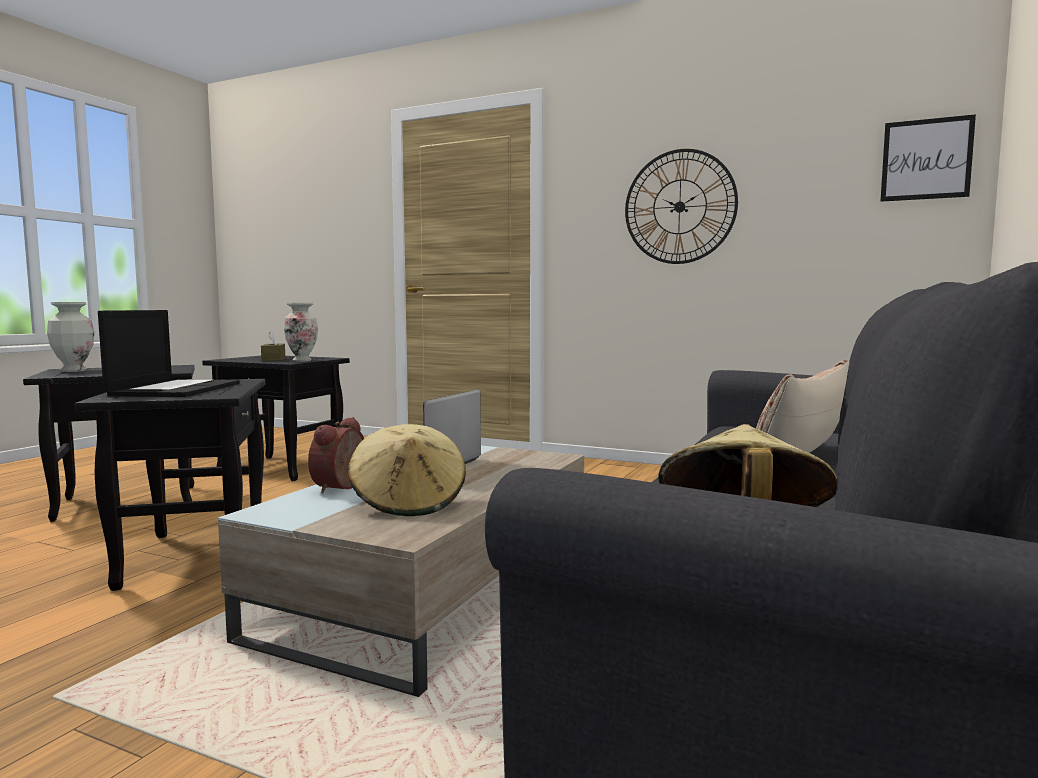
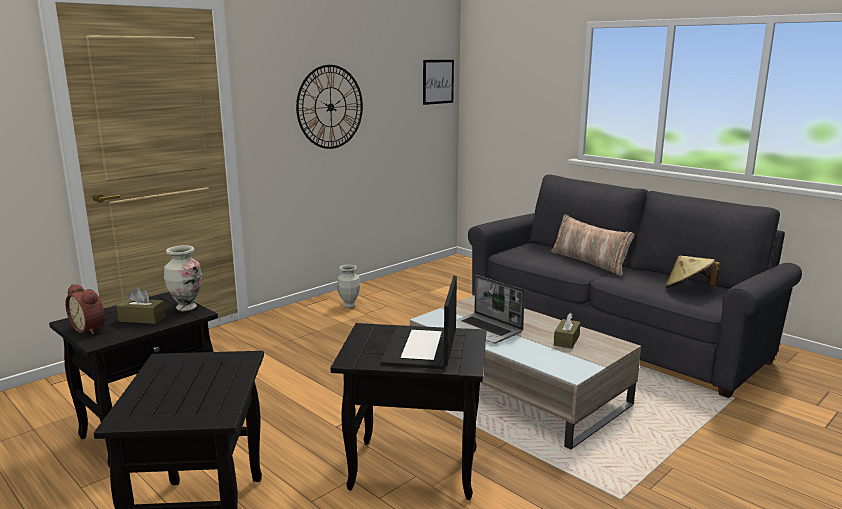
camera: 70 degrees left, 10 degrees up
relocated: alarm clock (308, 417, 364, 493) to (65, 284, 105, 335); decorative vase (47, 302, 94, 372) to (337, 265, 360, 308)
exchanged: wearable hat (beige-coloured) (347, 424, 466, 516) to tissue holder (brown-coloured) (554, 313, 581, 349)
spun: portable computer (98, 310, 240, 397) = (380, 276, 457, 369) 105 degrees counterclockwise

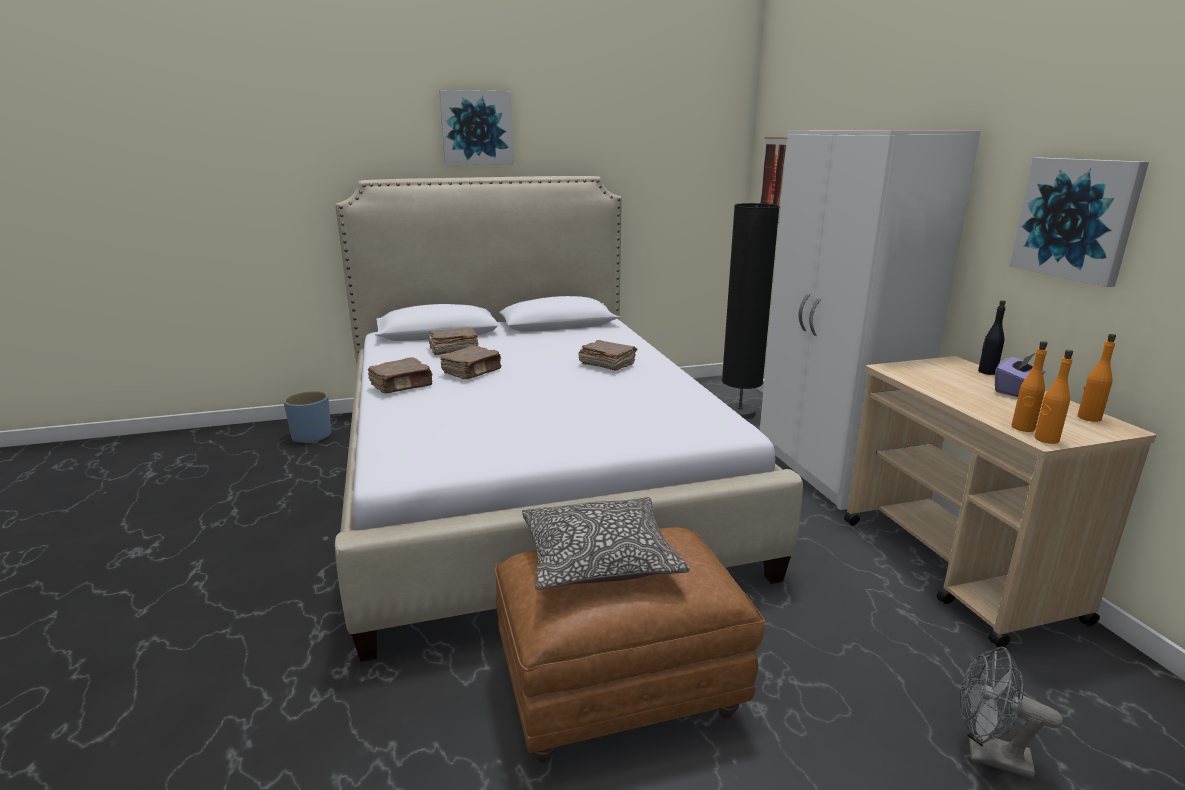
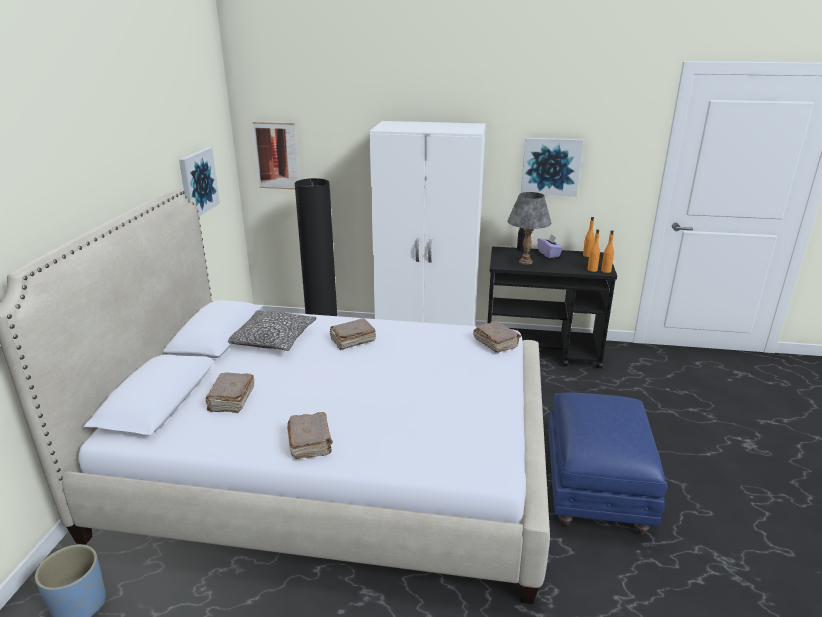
camera: 65 degrees left, 5 degrees up
missing: cooling fan (grey) (960, 647, 1063, 778)
appeared: table lamp (grey) (507, 192, 551, 265)
relocated: wall picture (439, 90, 513, 165) to (179, 147, 220, 216); pillow (522, 497, 690, 590) to (228, 310, 317, 351); book (brown-coloured) (440, 345, 501, 379) to (473, 320, 521, 353)
colour: wheeled cart (beige-coloured) (844, 356, 1156, 649) to wheeled cart (black-coloured) (488, 247, 617, 369); ottoman (brown-coloured) (495, 527, 765, 763) to ottoman (bluish) (549, 393, 668, 535)

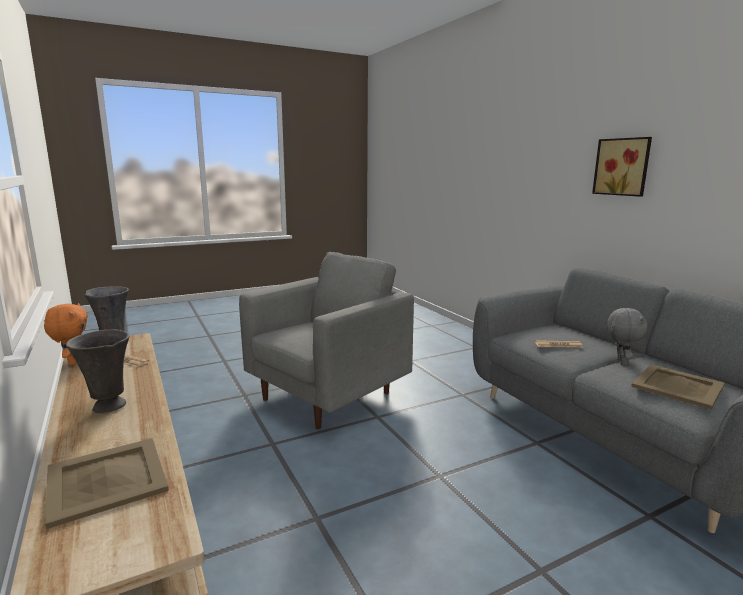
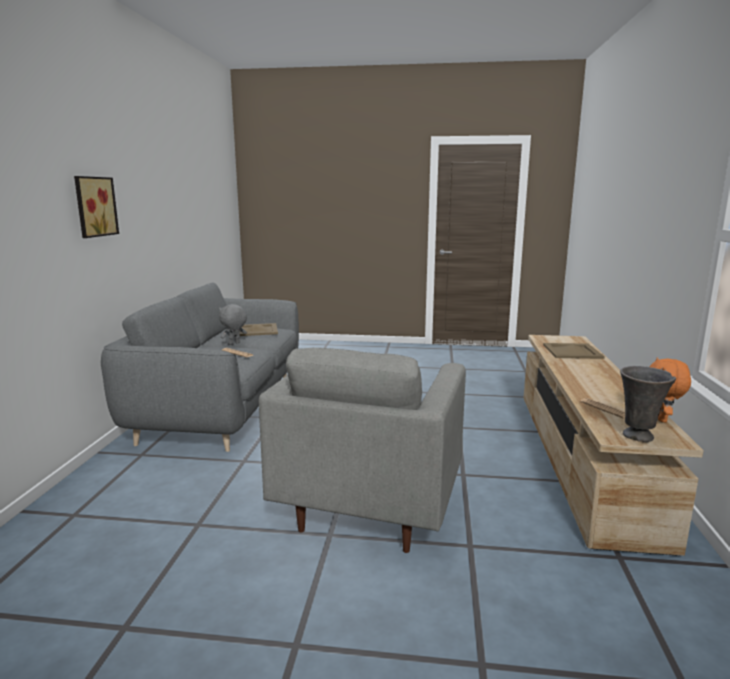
camera: 145 degrees left, 0 degrees up
missing: decorative vase (grey) (66, 330, 129, 414)
spun: armchair (grey) (239, 252, 414, 429) = (259, 348, 466, 553) 60 degrees counterclockwise

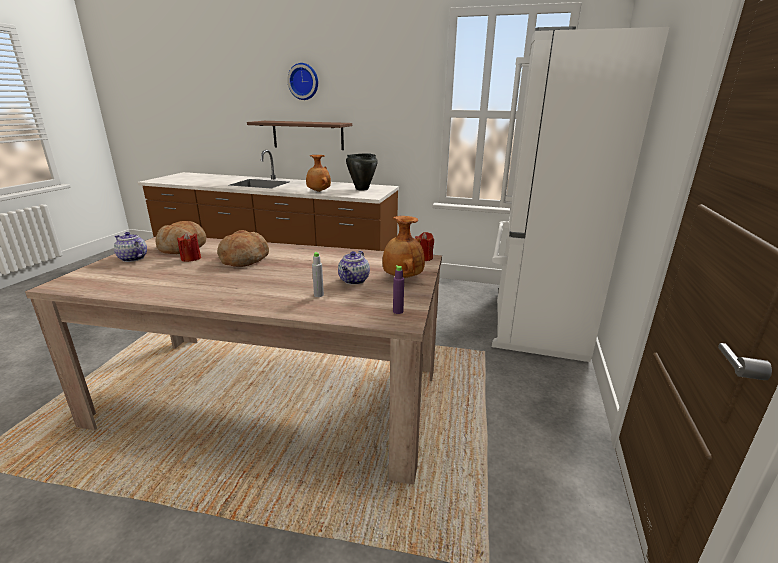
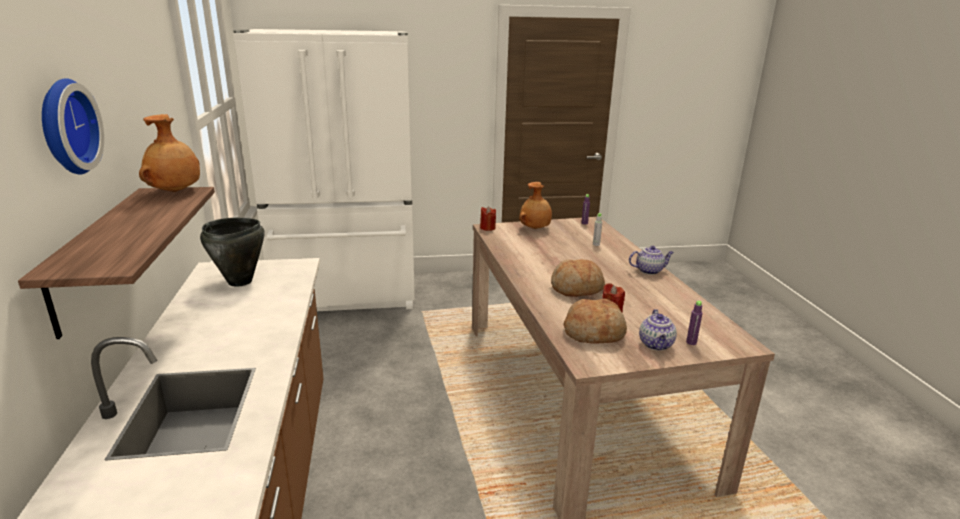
camera: 115 degrees left, 0 degrees up
appeared: beverage bottle (purplish) (686, 301, 703, 345)
relocated: decorative vase (brown-coloured) (306, 155, 331, 192) to (139, 114, 200, 192); teapot (338, 251, 370, 285) to (629, 246, 674, 275)

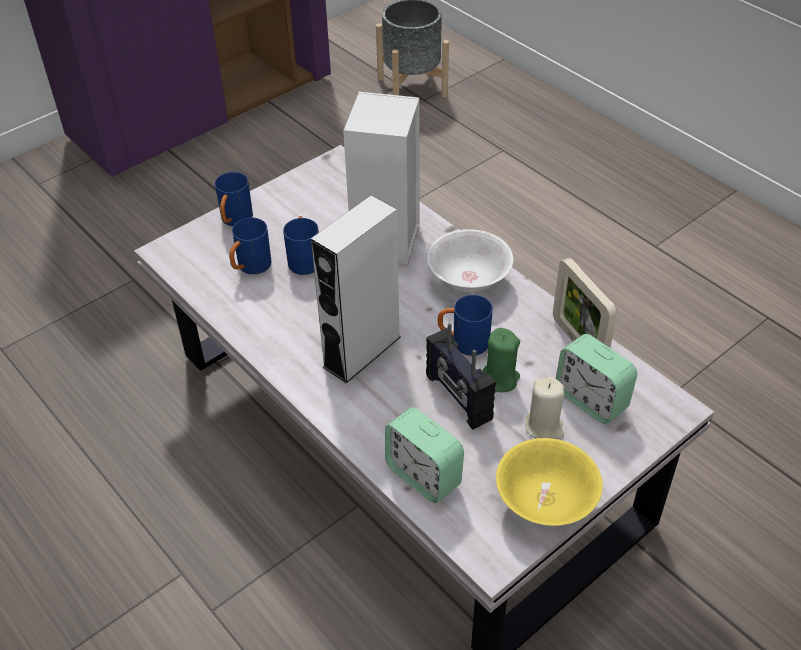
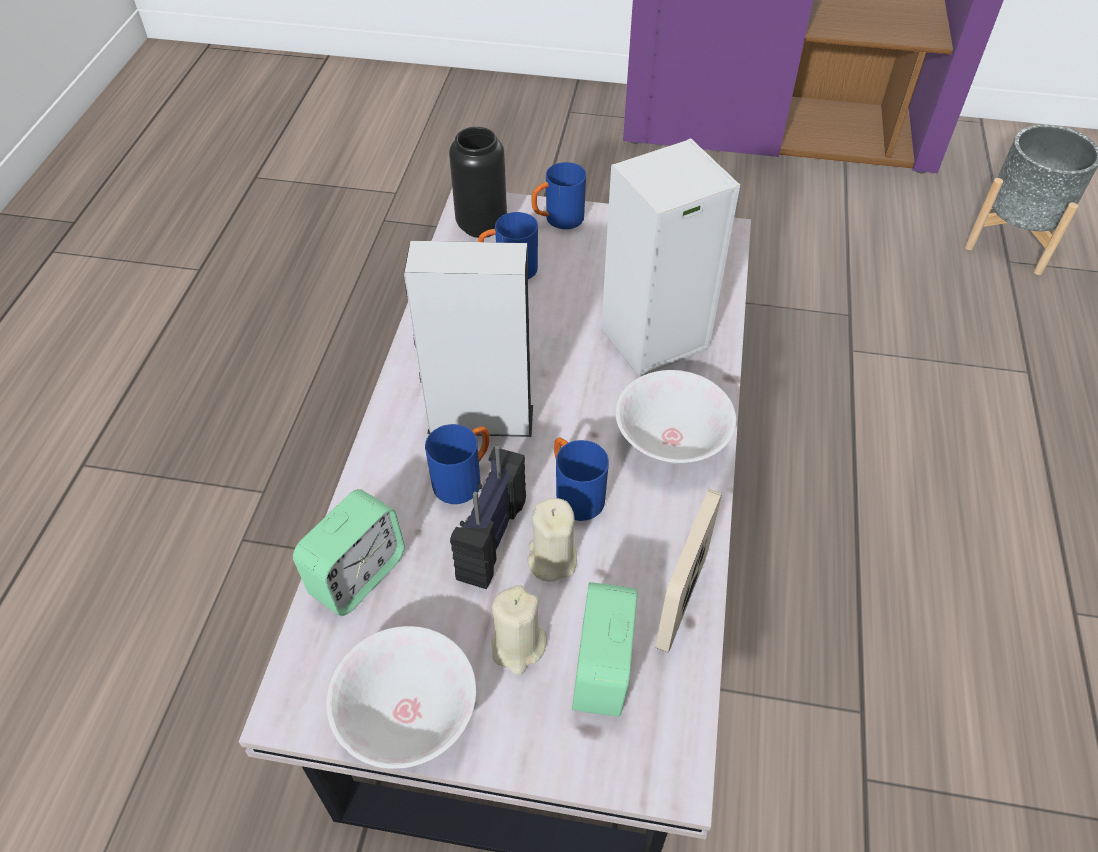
camera: 50 degrees right, 5 degrees up
appeared: decorative vase (black-coloured) (449, 127, 507, 238)
relocated: tea mug (bluish) (283, 216, 319, 275) to (425, 424, 489, 504)
colour: bowl (yellowish) (496, 438, 603, 526) to bowl (white-coloured) (327, 626, 476, 769); candle (green) (483, 328, 520, 392) to candle (beige-coloured) (528, 498, 577, 582)
spun: alarm clock (385, 407, 464, 503) = (293, 489, 405, 616) 150 degrees counterclockwise

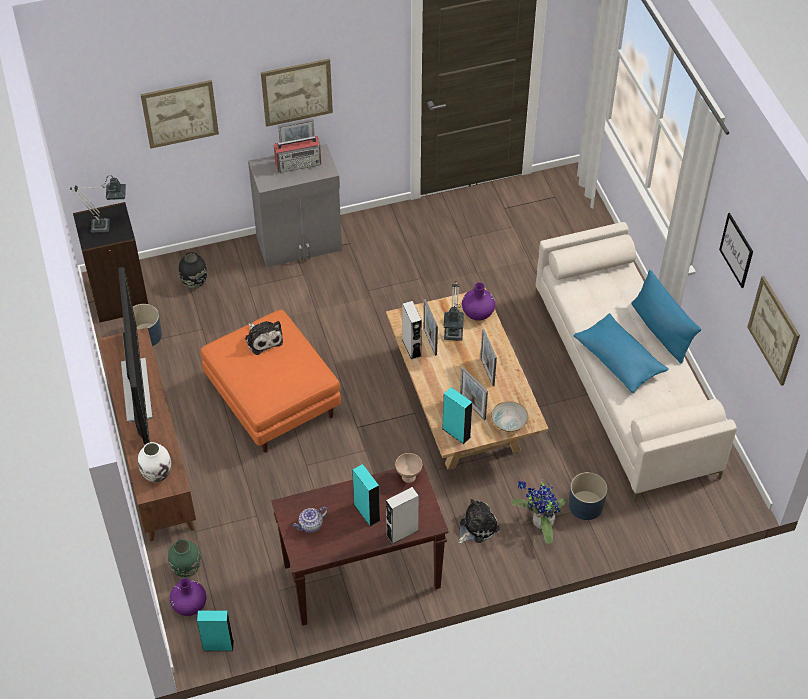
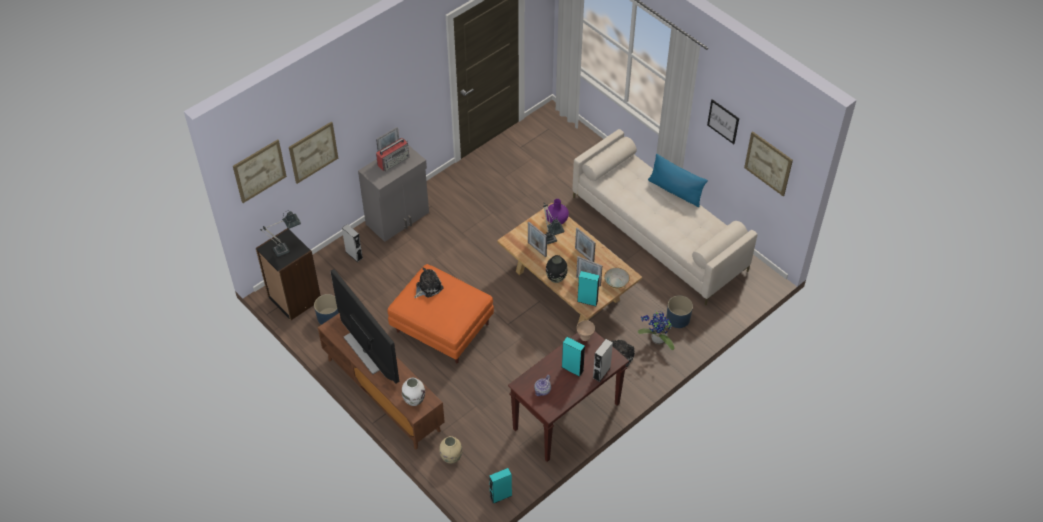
camera: 25 degrees left, 0 degrees up
missing: decorative vase (purplish) (170, 578, 206, 616); pillow (bluish) (573, 313, 669, 393)
relocated: wall picture (261, 59, 333, 127) to (233, 139, 287, 203); audio speaker (grey) (402, 301, 422, 360) to (342, 224, 363, 262); decorative vase (black-coloured) (179, 252, 207, 289) to (546, 255, 568, 283)
colour: decorative vase (green) (168, 539, 201, 578) to decorative vase (beige-coloured) (439, 436, 462, 464)
spun: plush toy (245, 321, 283, 355) = (414, 267, 444, 298) 75 degrees counterclockwise

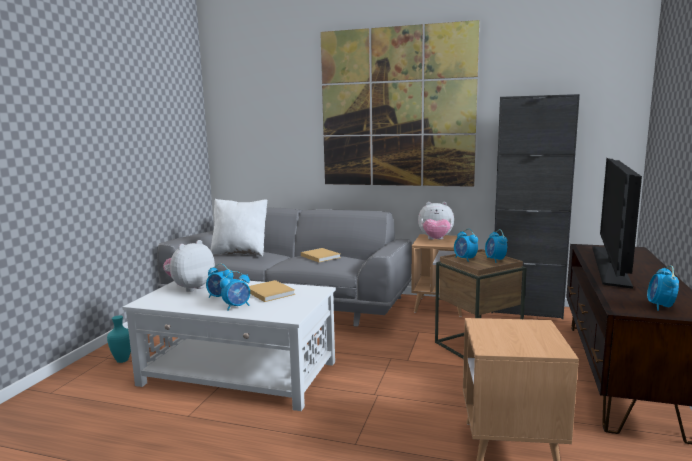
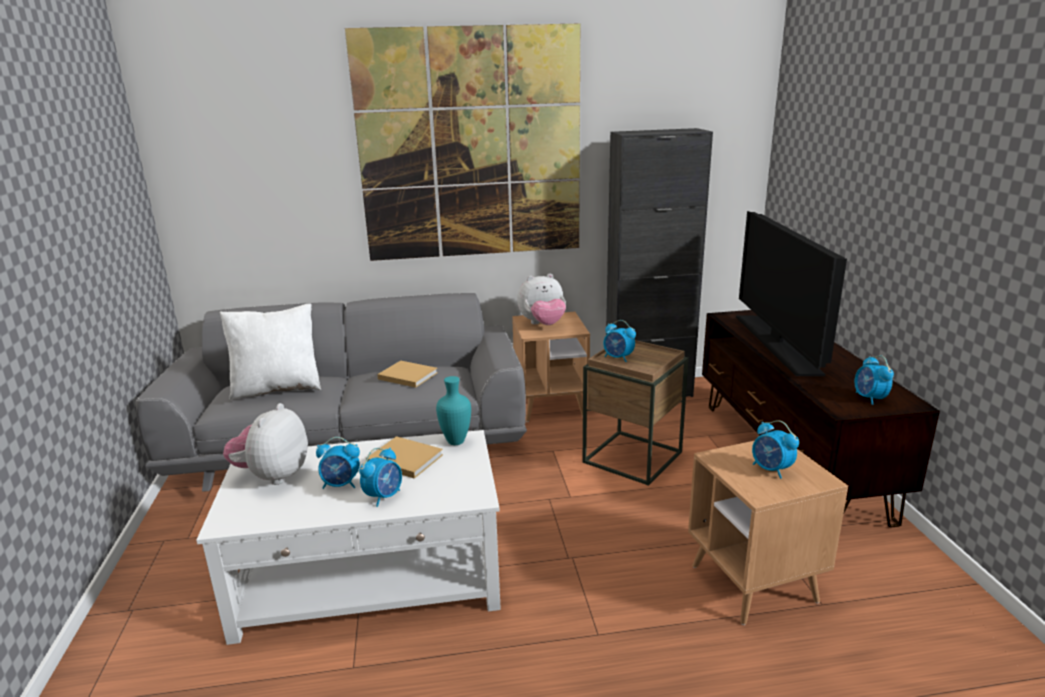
camera: 25 degrees left, 10 degrees up
relocated: decorative vase (turquoise-coloured) (107, 315, 131, 363) to (436, 376, 471, 445); alarm clock (485, 229, 507, 263) to (752, 420, 799, 479)

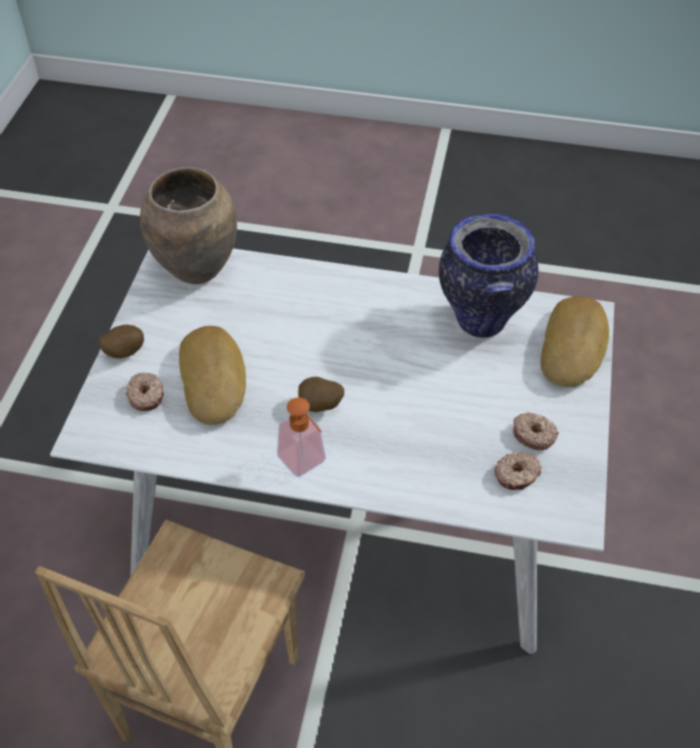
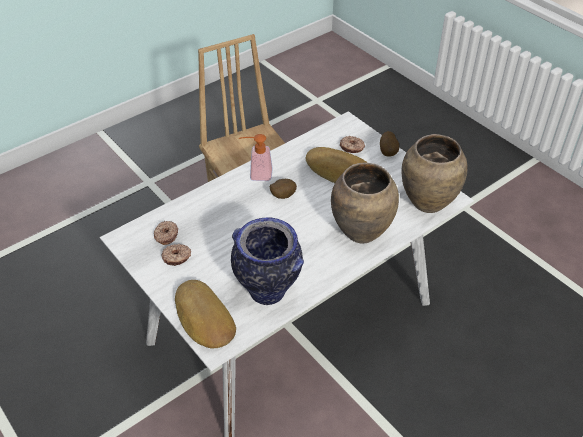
camera: 130 degrees right, 5 degrees down
appeared: decorative vase (brown-coloured) (331, 163, 399, 244)

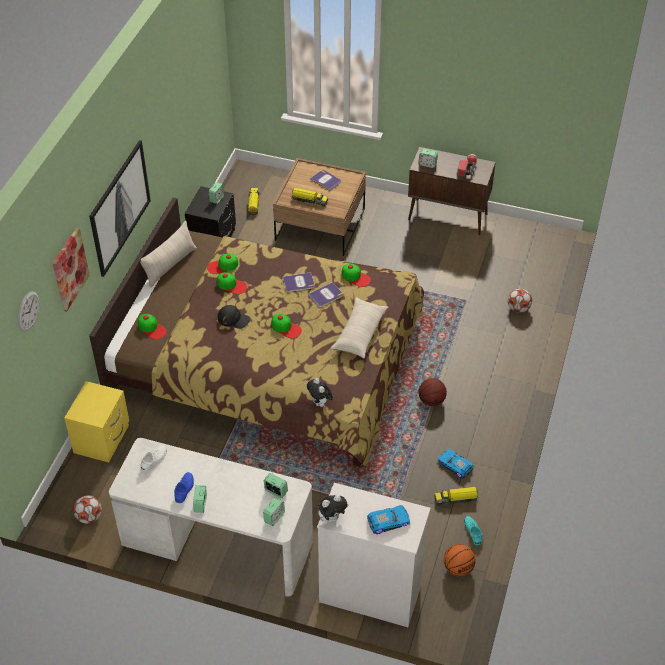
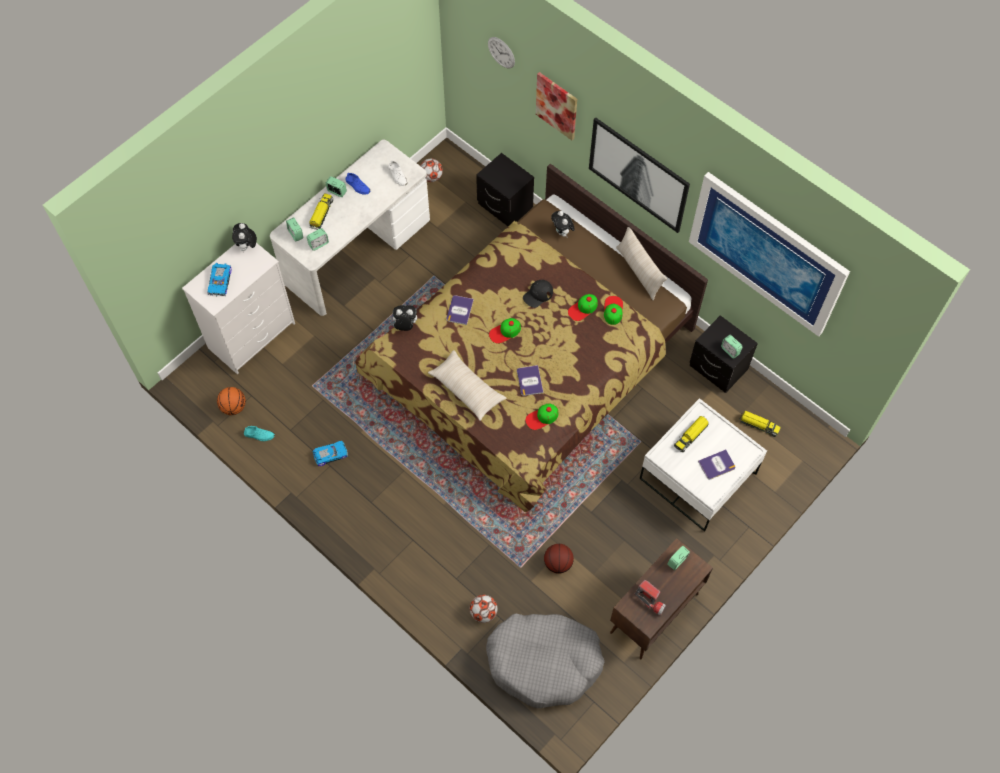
camera: 115 degrees right, 15 degrees up
appeared: dog cushion (grey) (486, 614, 605, 708); wall picture (689, 172, 850, 337)
relocated: model truck (434, 487, 479, 506) to (309, 193, 333, 230); book (283, 272, 315, 292) to (447, 295, 474, 325); ball for basketball (418, 378, 447, 406) to (544, 544, 574, 574)
exchanged: baseball cap (138, 314, 167, 339) to plush toy (551, 211, 575, 237)
colour: nightstand (yellowish) (64, 381, 129, 463) to nightstand (black-coloured) (476, 153, 534, 226); coffee table (brown-coloured) (273, 158, 366, 256) to coffee table (white-coloured) (640, 398, 767, 531)

